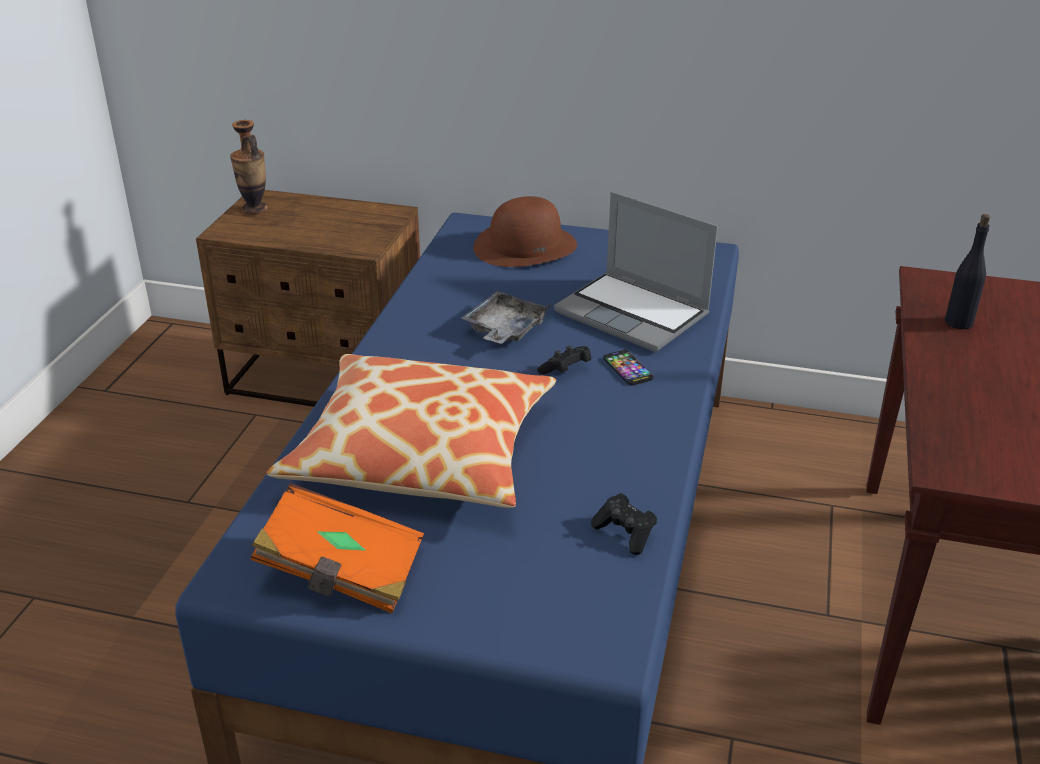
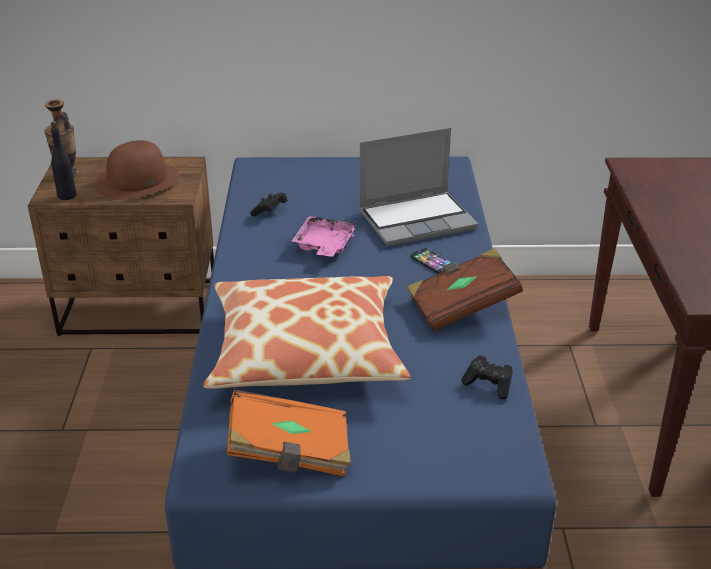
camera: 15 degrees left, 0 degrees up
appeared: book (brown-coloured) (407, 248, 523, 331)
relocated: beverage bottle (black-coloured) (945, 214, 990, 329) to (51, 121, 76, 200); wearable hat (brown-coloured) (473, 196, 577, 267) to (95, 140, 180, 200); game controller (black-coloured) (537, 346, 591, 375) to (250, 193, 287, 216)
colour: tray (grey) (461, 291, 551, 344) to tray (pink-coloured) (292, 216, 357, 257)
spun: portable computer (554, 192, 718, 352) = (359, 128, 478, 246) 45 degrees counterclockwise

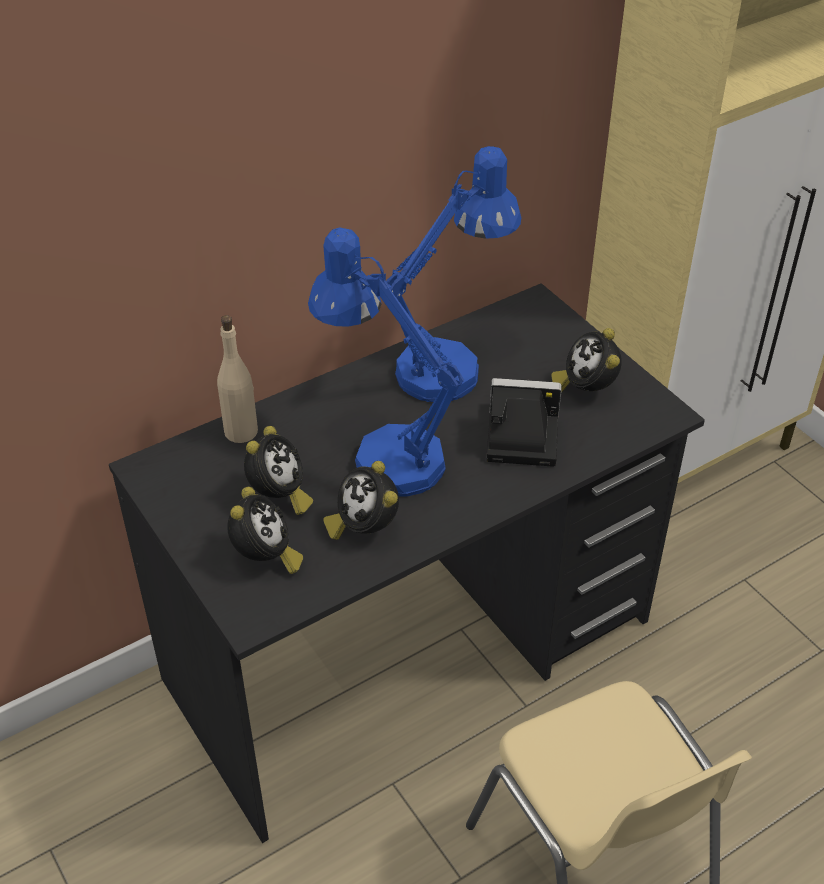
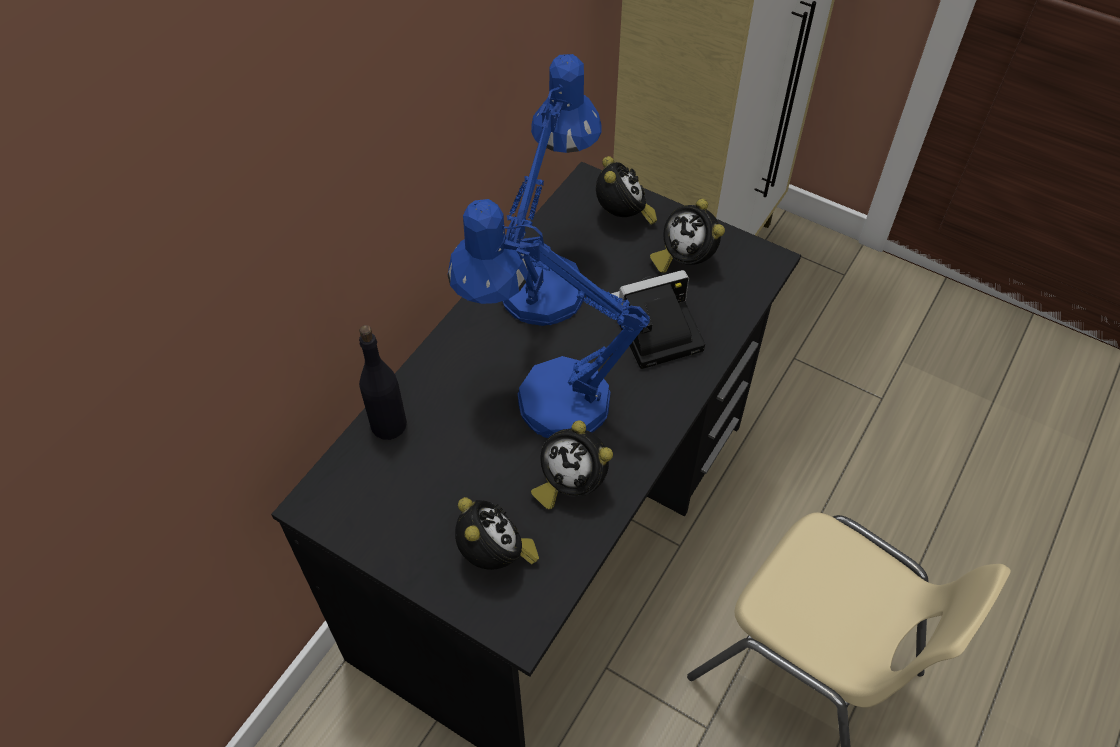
camera: 25 degrees left, 10 degrees up
relocated: alarm clock (244, 426, 313, 515) to (596, 156, 657, 225)
colour: beverage bottle (beige-coloured) (217, 315, 258, 443) to beverage bottle (black-coloured) (359, 325, 407, 440)

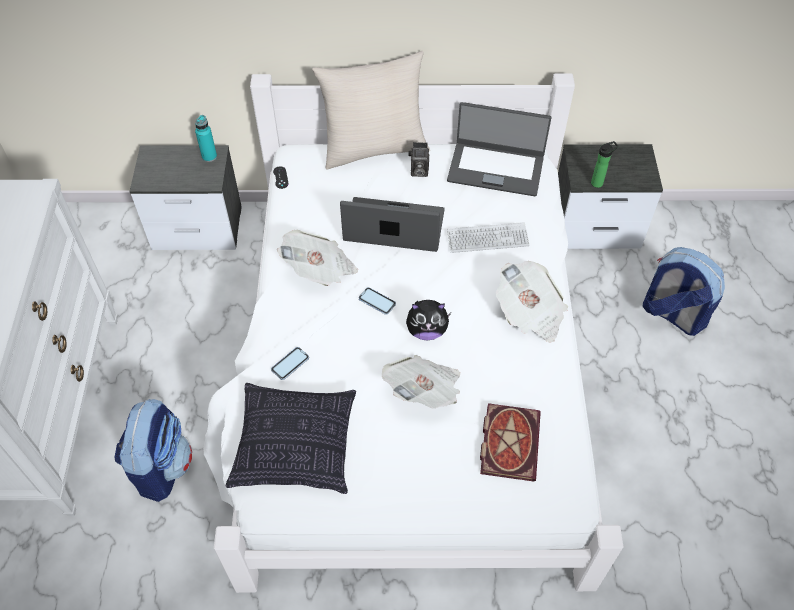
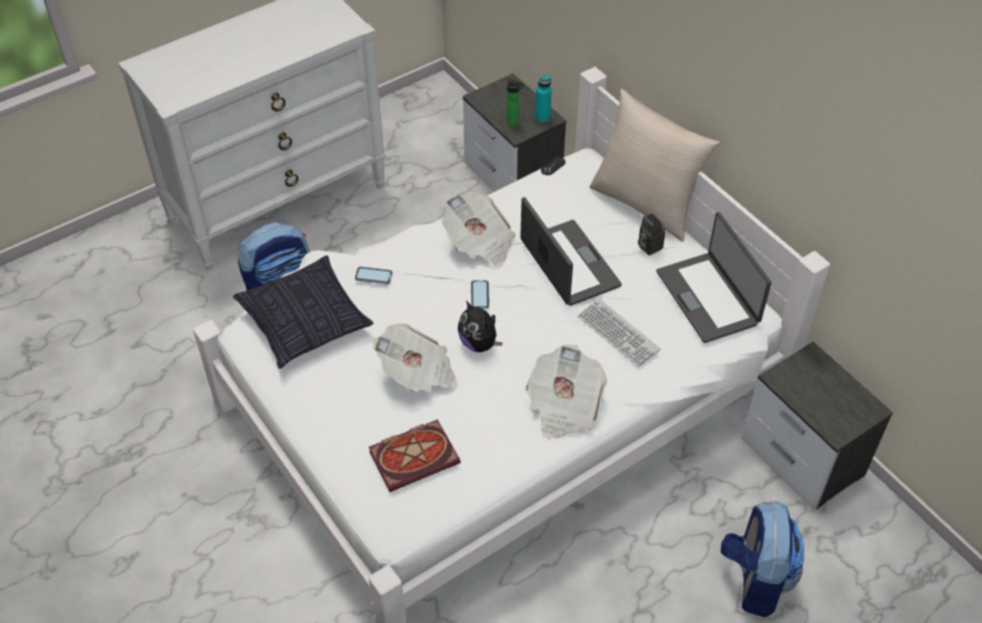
camera: 55 degrees right, 5 degrees down
relocated: beverage bottle (591, 141, 618, 188) to (507, 79, 525, 126)

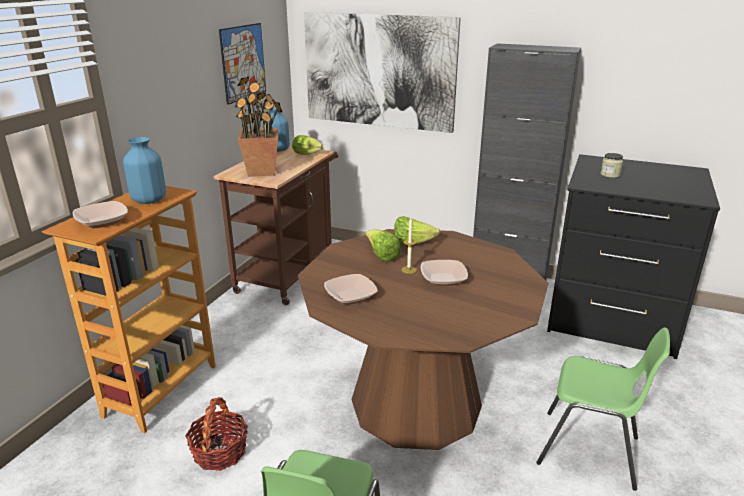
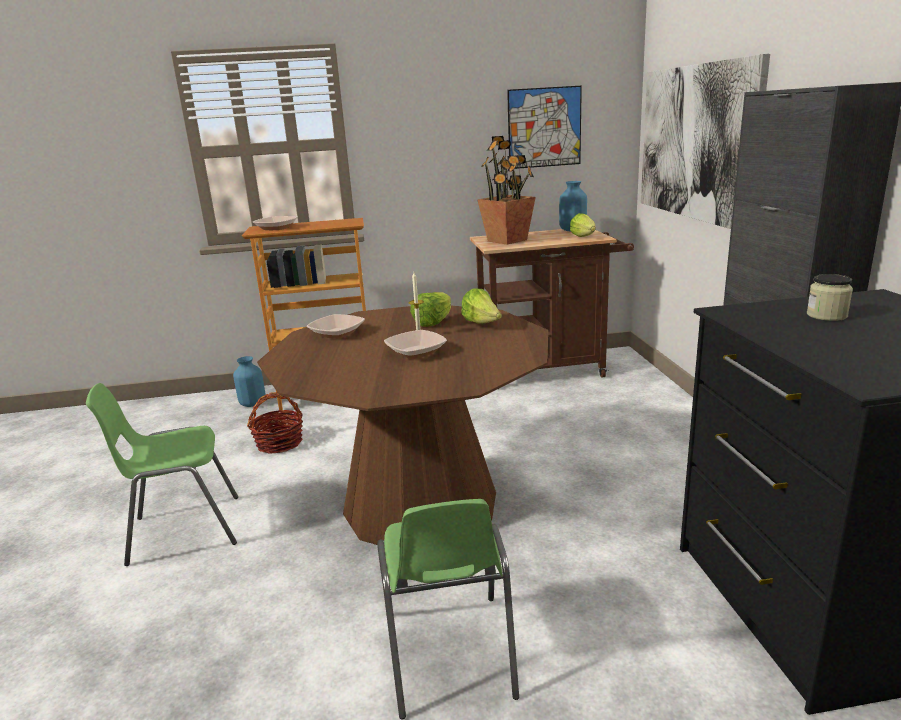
camera: 60 degrees right, 5 degrees down
relocated: decorative vase (bluish) (123, 137, 166, 204) to (233, 356, 266, 407)

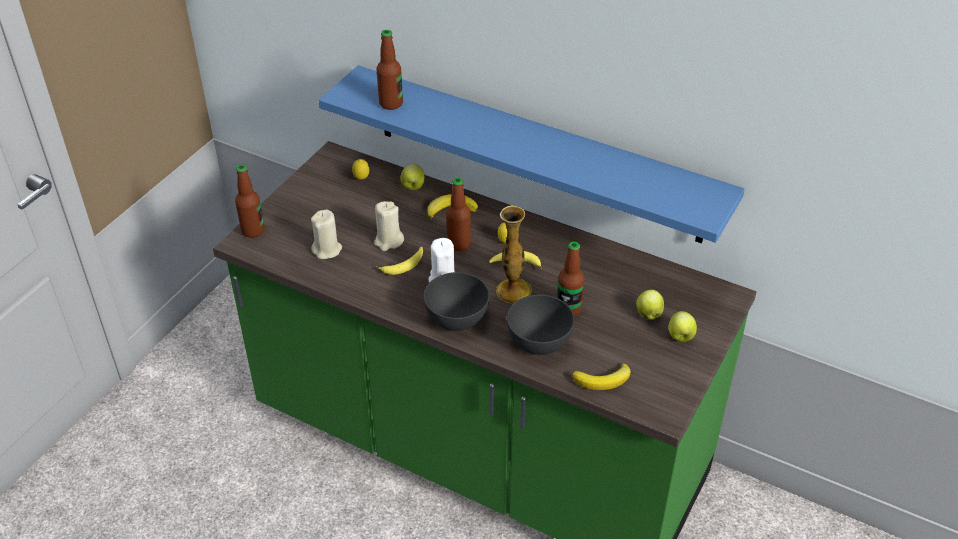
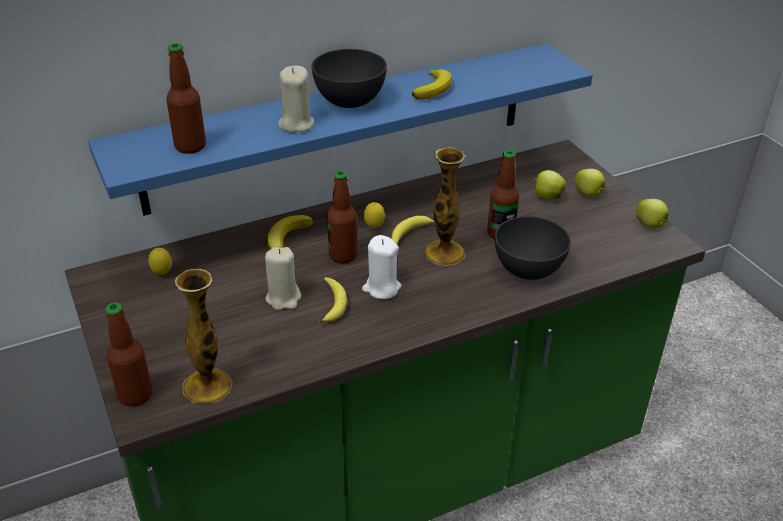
camera: 55 degrees left, 5 degrees down
appeared: decorative vase (175, 269, 232, 404)
relocated: candle (beige-coloured) (311, 209, 342, 259) to (279, 66, 314, 132); bowl (grey) (423, 272, 490, 331) to (311, 49, 387, 108); banana (573, 363, 631, 390) to (412, 69, 452, 100); whole apple (400, 164, 425, 190) to (636, 199, 669, 229)

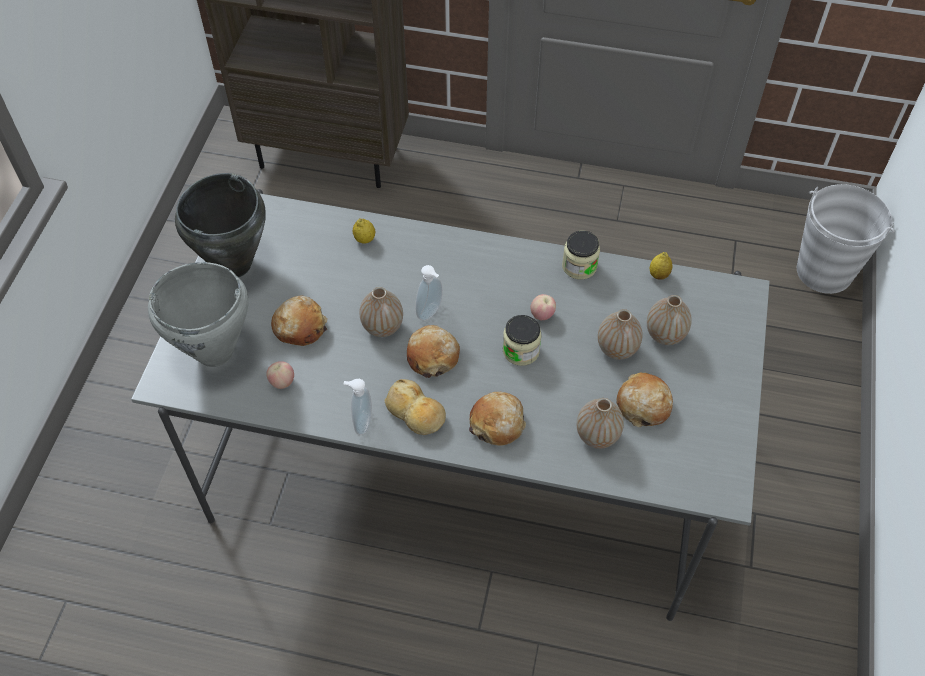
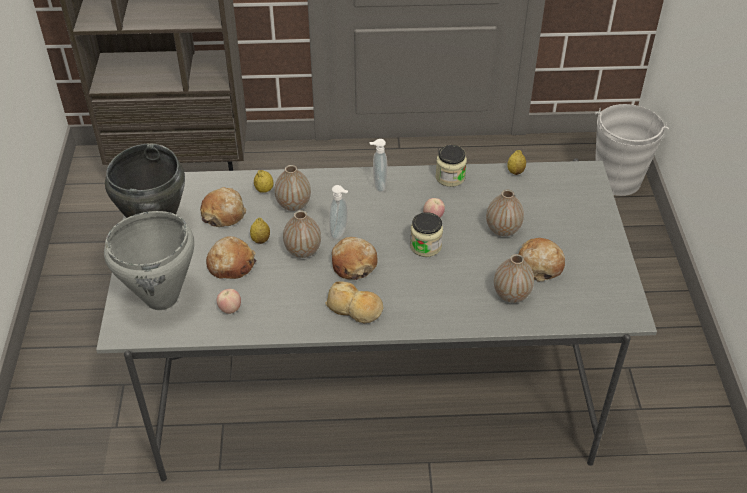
camera: 15 degrees left, 10 degrees down
appeared: whole lemon (250, 218, 270, 244)
relocated: baked bread (469, 392, 526, 446) to (200, 187, 246, 227); decorative vase (647, 295, 692, 345) to (275, 165, 311, 211); soap bottle (343, 379, 372, 435) to (369, 139, 388, 192)

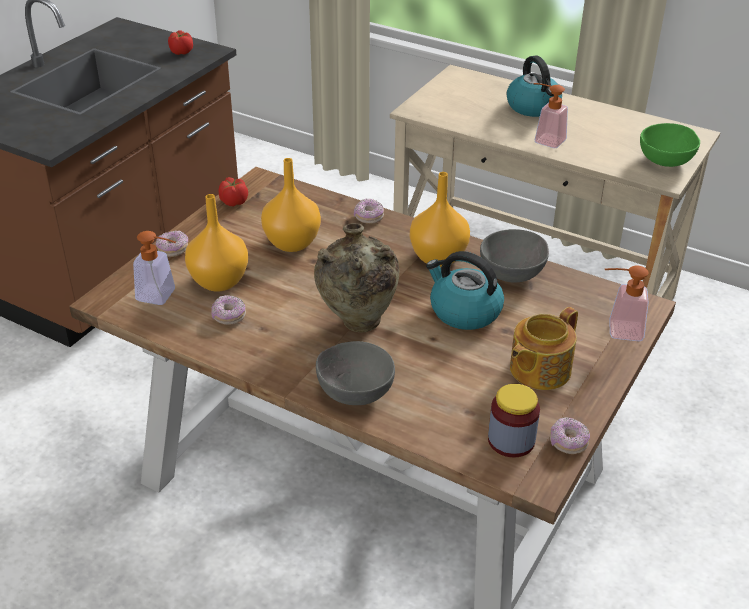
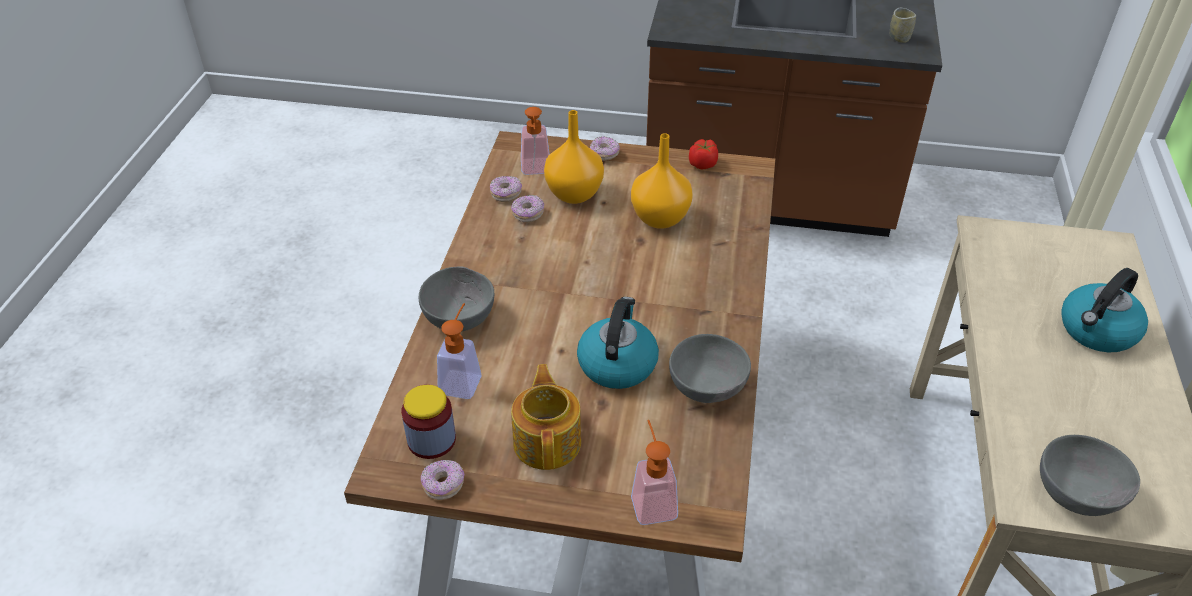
camera: 70 degrees right, 5 degrees up
missing: decorative vase (beige-coloured) (314, 223, 399, 332); decorative vase (orange) (410, 172, 470, 267)
relocated: soap bottle (534, 83, 568, 148) to (437, 303, 481, 399); ring doughnut (354, 199, 384, 224) to (490, 176, 522, 202)
exchanged: whole tomato (168, 30, 193, 55) to small cup (890, 8, 916, 43)
colour: bowl (green) (640, 123, 700, 167) to bowl (grey) (1040, 435, 1140, 516)
spun: teapot (510, 307, 578, 390) = (511, 364, 581, 470) 60 degrees clockwise

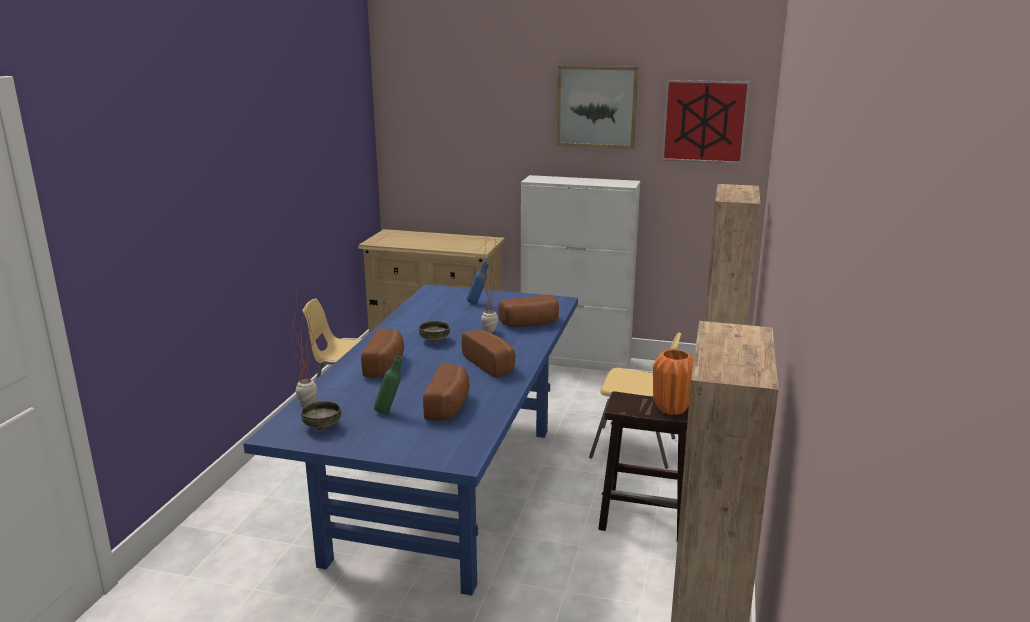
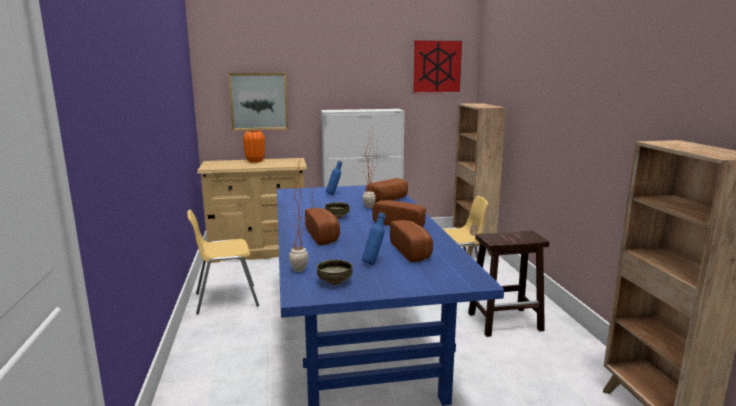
camera: 25 degrees left, 5 degrees down
relocated: wall picture (557, 65, 638, 149) to (228, 73, 288, 131); decorative vase (orange) (653, 349, 694, 415) to (243, 131, 265, 163)
colour: beverage bottle (green) (374, 356, 402, 414) to beverage bottle (bluish) (362, 212, 386, 265)

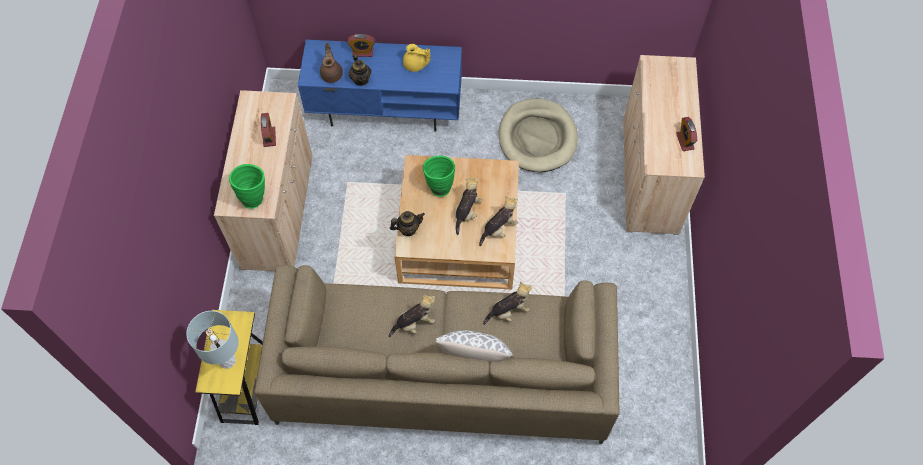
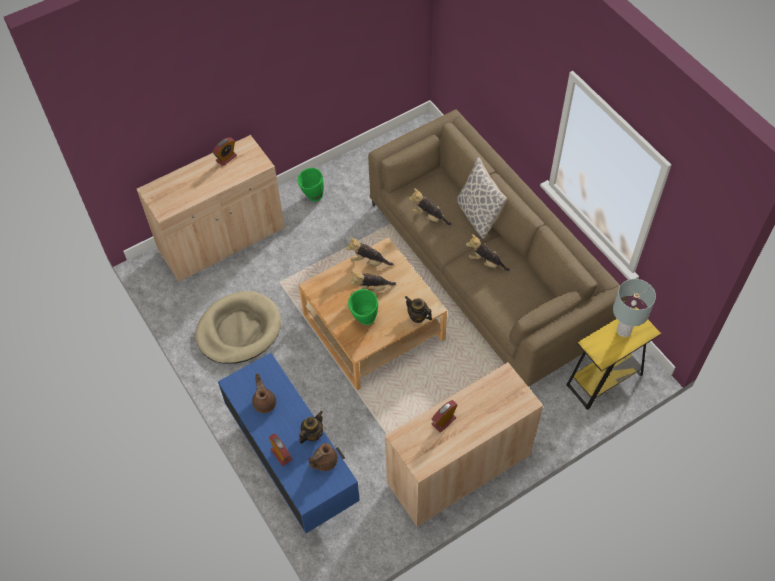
camera: 125 degrees left, 5 degrees down
relocated: decorative vase (green) (229, 164, 265, 209) to (298, 168, 324, 202)
colour: teapot (yellowish) (403, 44, 430, 72) to teapot (brown-coloured) (252, 373, 276, 413)

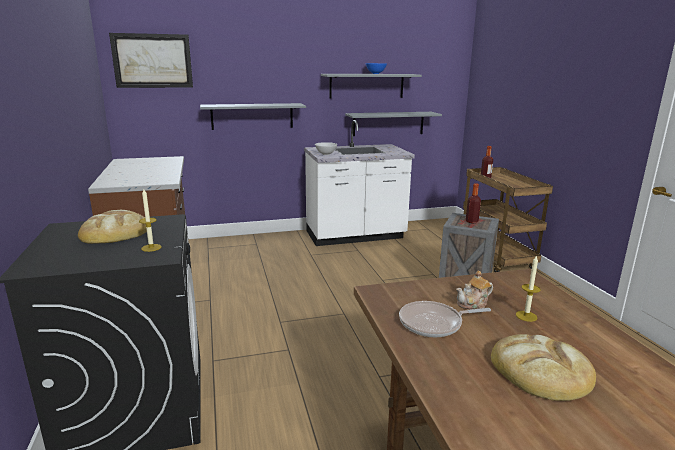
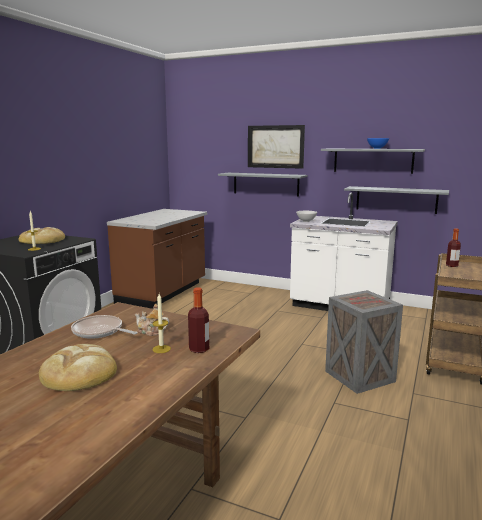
camera: 40 degrees right, 5 degrees down
relocated: beverage bottle (466, 183, 481, 223) to (188, 287, 209, 353); wall picture (109, 33, 193, 88) to (248, 125, 305, 169)

